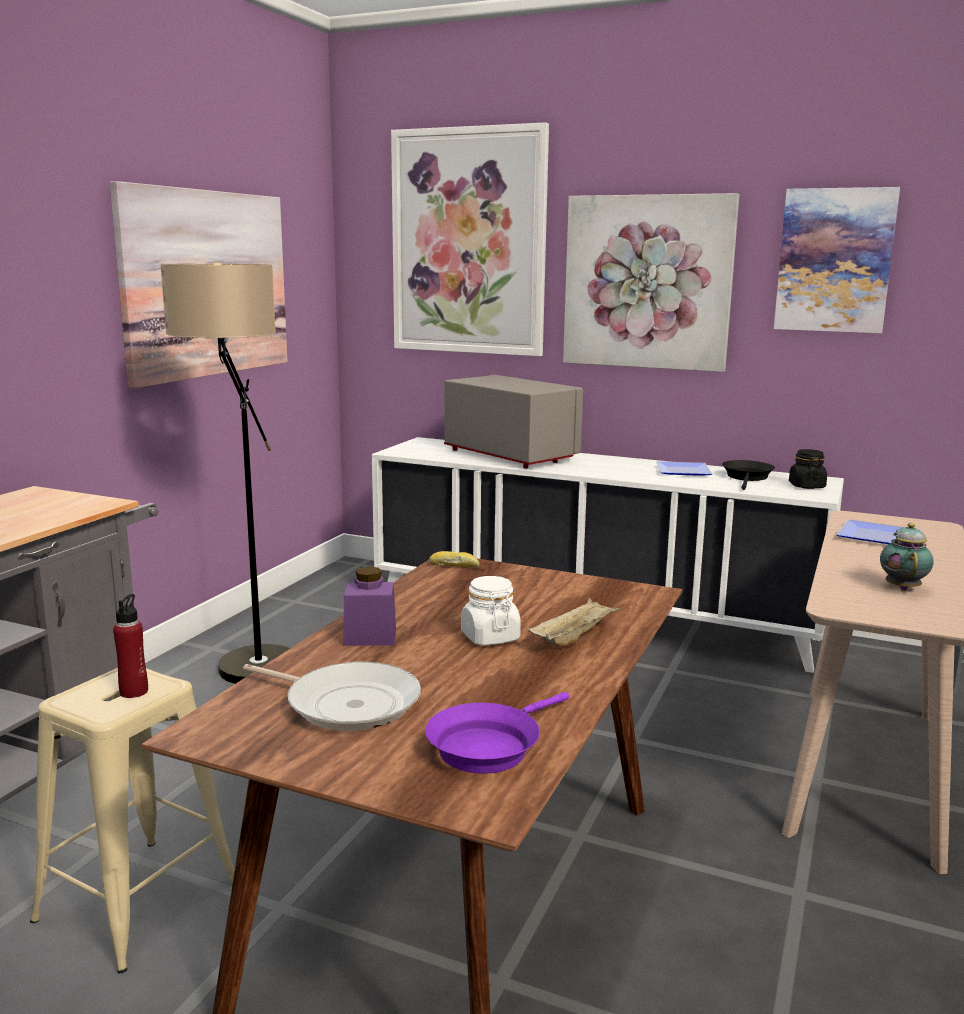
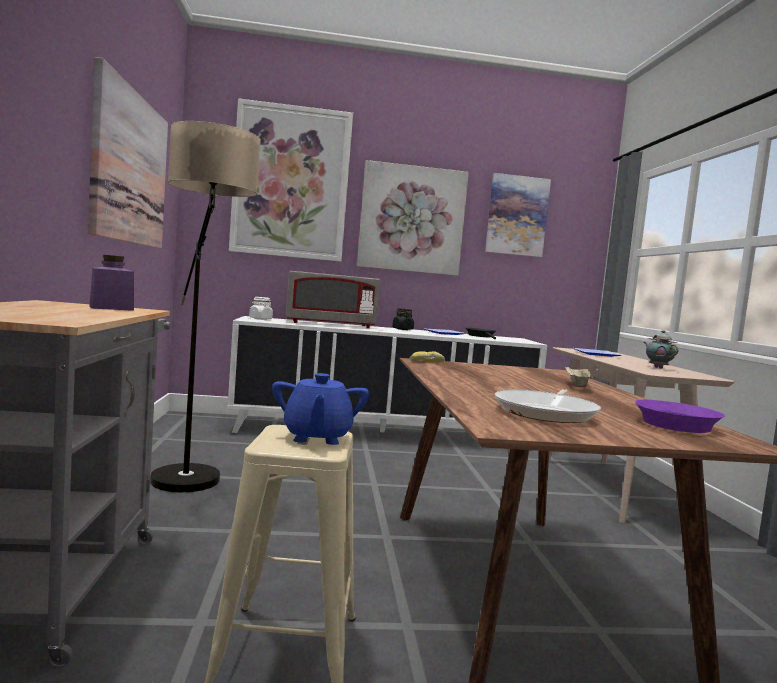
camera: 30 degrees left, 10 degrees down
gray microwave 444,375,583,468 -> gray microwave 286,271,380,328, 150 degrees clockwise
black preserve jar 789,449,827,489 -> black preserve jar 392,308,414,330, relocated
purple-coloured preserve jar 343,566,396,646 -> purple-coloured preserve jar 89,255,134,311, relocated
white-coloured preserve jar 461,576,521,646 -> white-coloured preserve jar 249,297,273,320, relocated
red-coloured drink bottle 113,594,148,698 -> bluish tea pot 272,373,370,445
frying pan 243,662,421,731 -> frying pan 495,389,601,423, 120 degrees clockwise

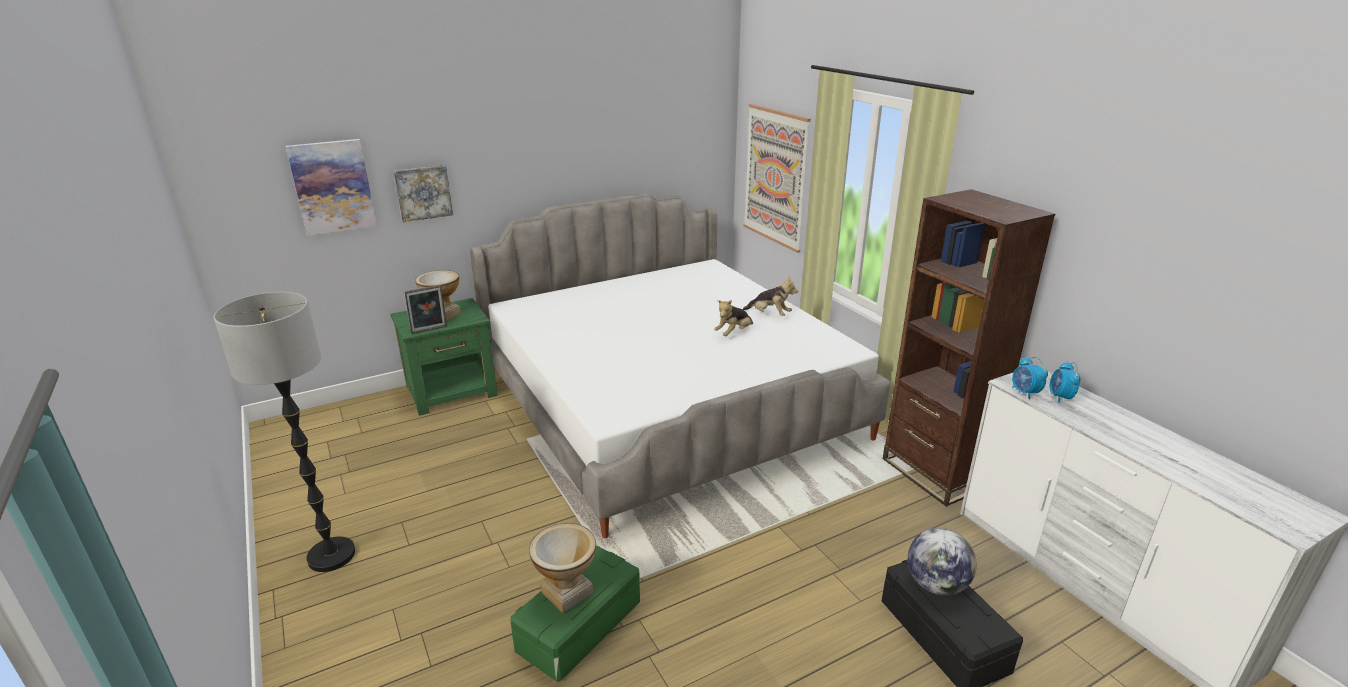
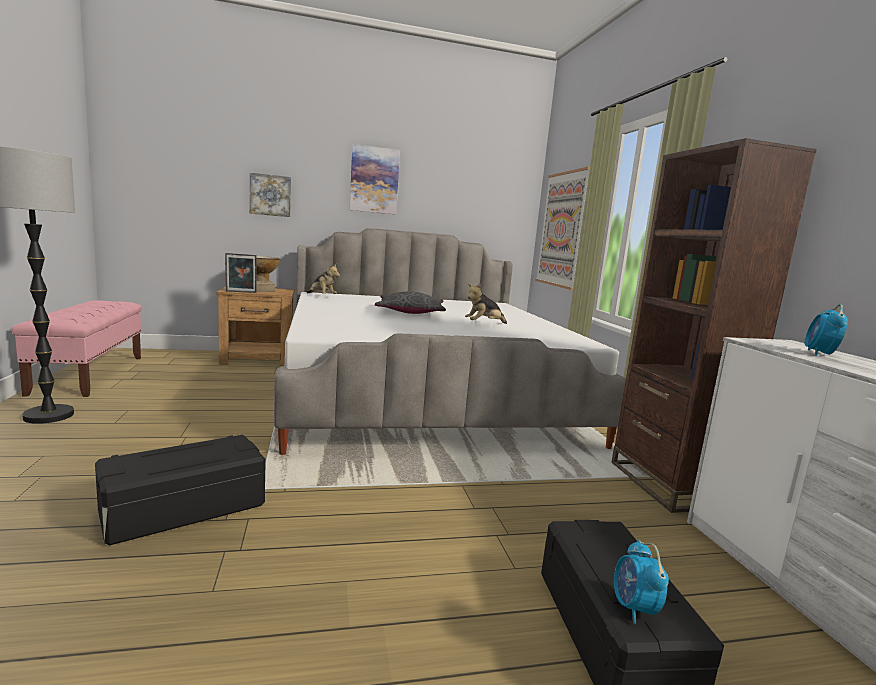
camera: 15 degrees right, 15 degrees down
picture 286,139,377,236 -> picture 349,144,400,214, relocated
soft toy 743,276,798,316 -> soft toy 307,264,340,294, relocated
green bedside table 391,298,498,416 -> brownish bedside table 216,286,295,366
table clock 1012,357,1048,399 -> table clock 614,540,669,624, relocated
flower vase 529,523,596,613 -> none
desk globe 908,528,977,595 -> none
green storage bin 510,546,640,681 -> black storage bin 95,435,265,546
none -> gray cushion 375,291,446,314
none -> pinkish bench 11,301,142,397

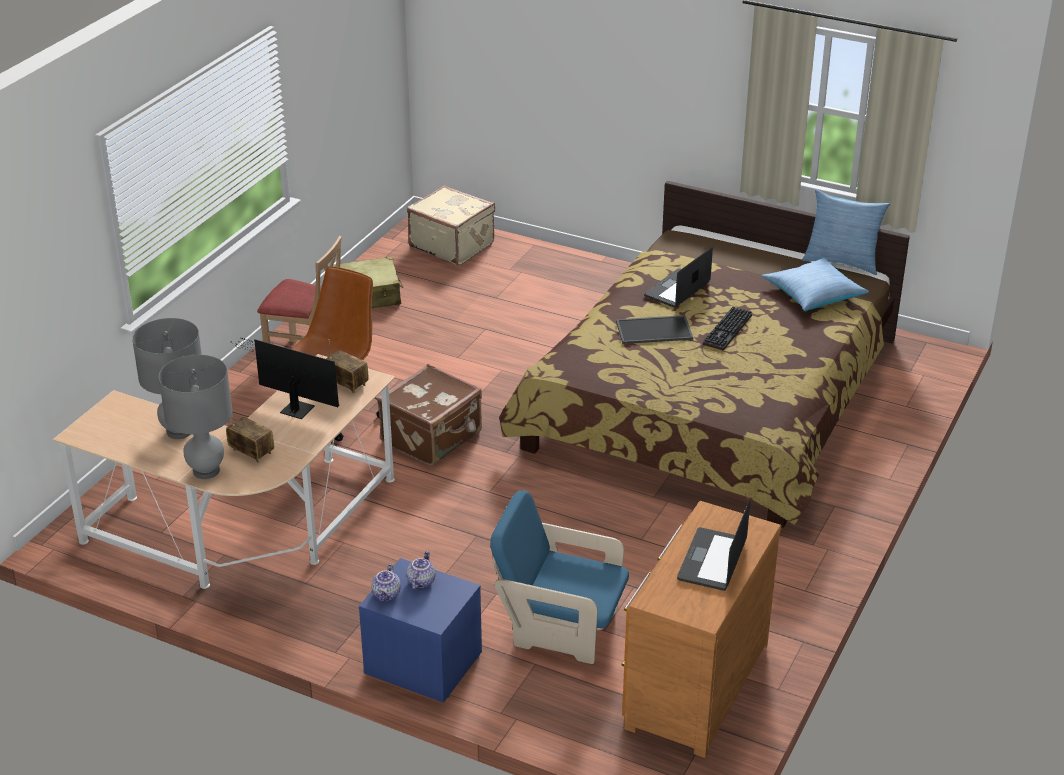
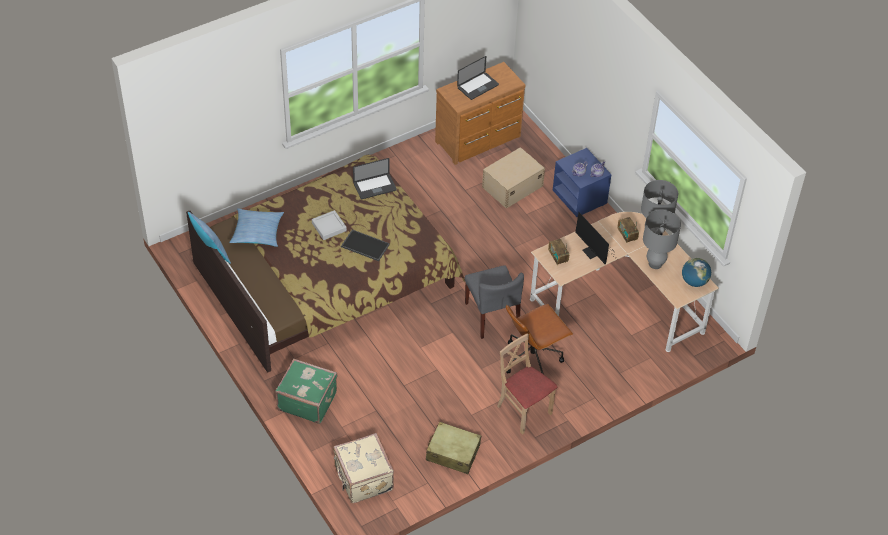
camera: 150 degrees left, 15 degrees up
laptop 644,247,713,308 -> laptop 353,158,397,199, relocated
keyboard 703,306,752,351 -> gray serving tray 312,210,347,240
brownish travel case 377,364,482,466 -> gray plain chair 465,265,524,339
bluish easy chair 490,490,629,664 -> beige-coloured storage bin 482,147,545,209
none -> desk globe 682,258,711,287
none -> green travel case 275,358,337,424

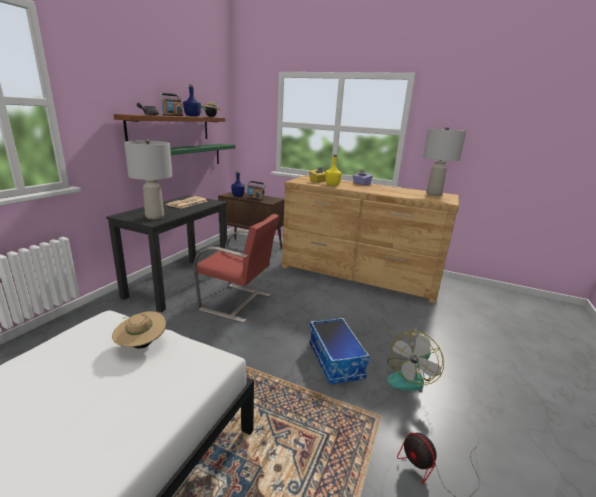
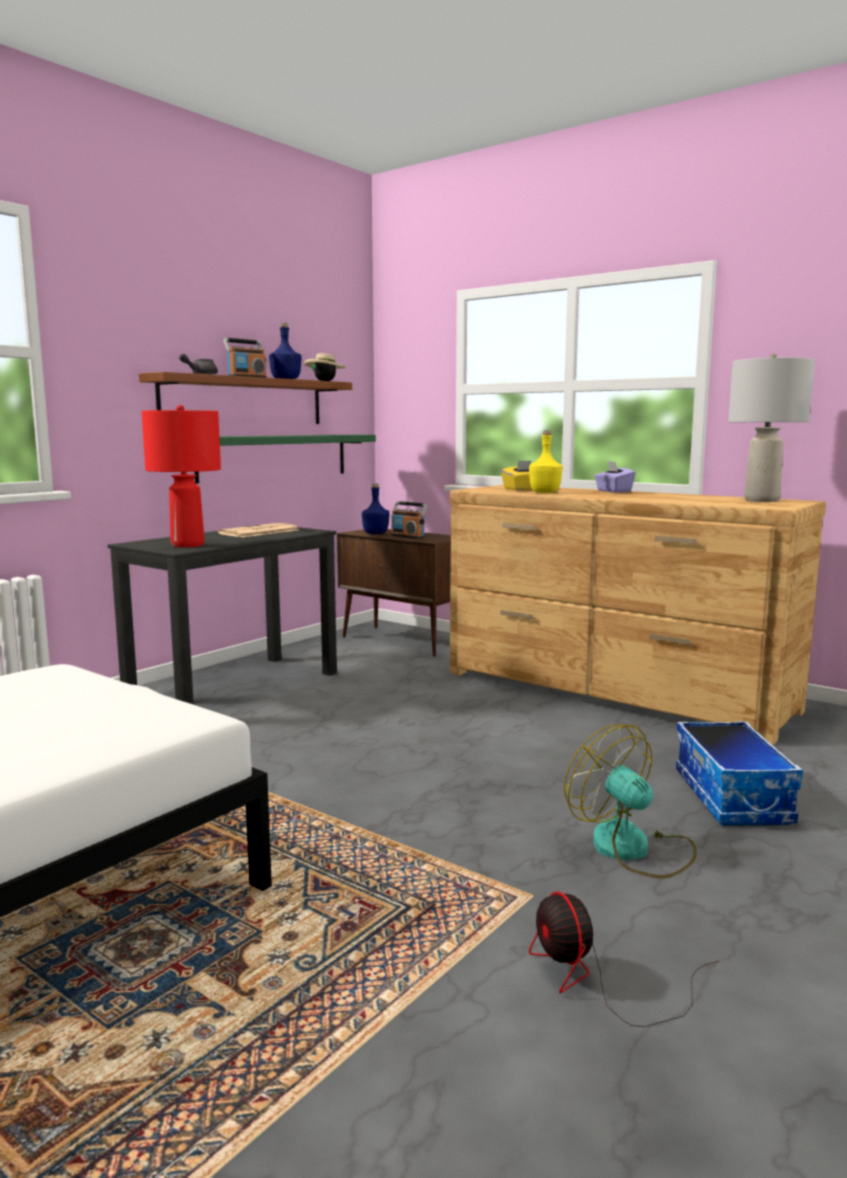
camera: 15 degrees right, 10 degrees down
gray table lamp 124,139,172,219 -> red-coloured table lamp 142,405,221,547
red-coloured plain chair 193,214,279,323 -> none
beige-coloured clothing hat 112,311,166,349 -> none
storage bin 309,318,370,384 -> storage bin 676,721,803,826, relocated
fan 387,330,444,391 -> fan 564,725,697,878, 90 degrees clockwise

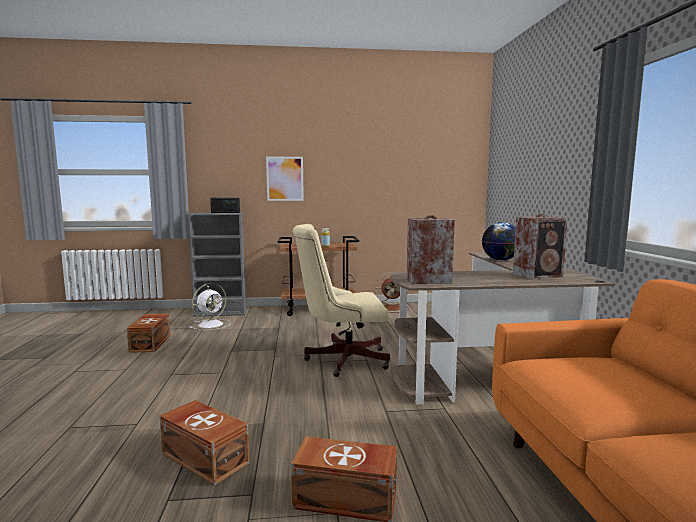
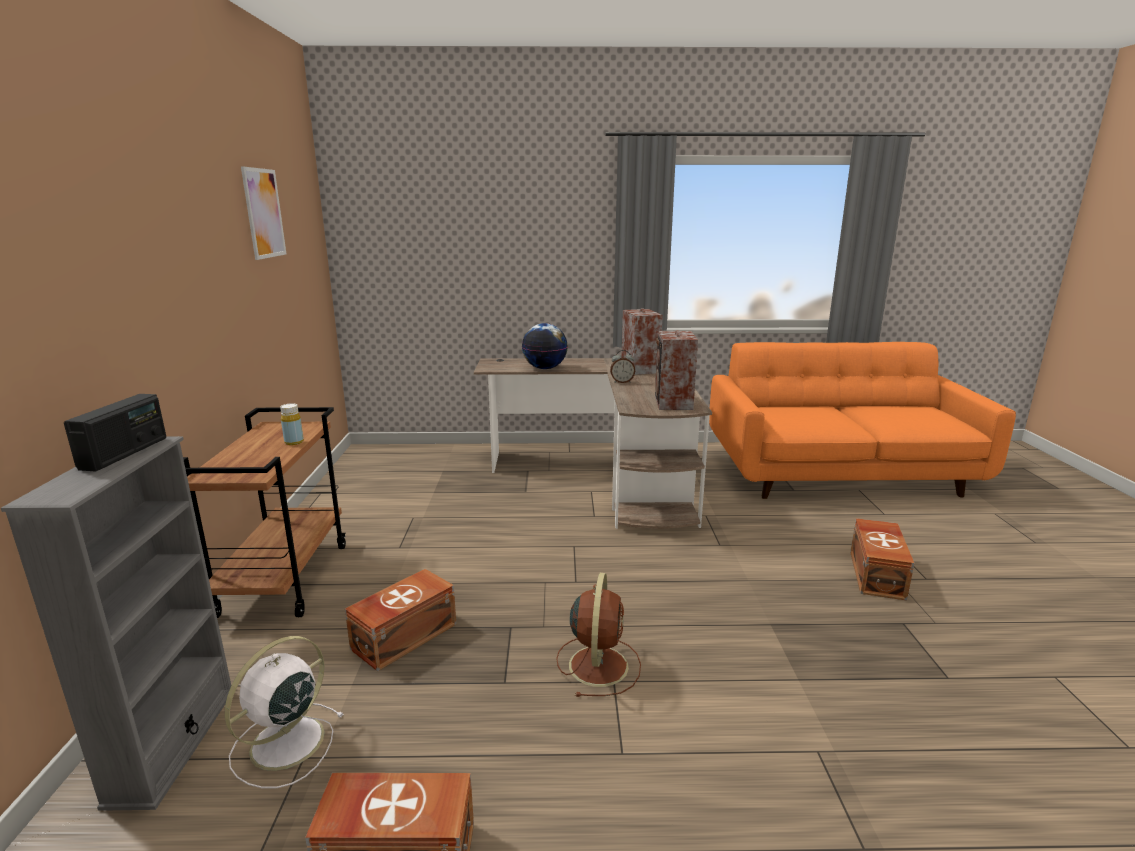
camera: 85 degrees left, 10 degrees up
picture 266,157,304,201 -> picture 241,166,286,260, relocated
beige-coloured computer chair 293,224,390,377 -> none
brownish fan 376,272,409,313 -> brownish fan 556,573,641,697, relocated
white-coloured fan 189,283,231,330 -> white-coloured fan 225,636,343,789, 105 degrees counterclockwise
brownish storage bin 159,400,250,486 -> brownish storage bin 345,569,456,671, relocated
none -> table clock 610,350,635,383

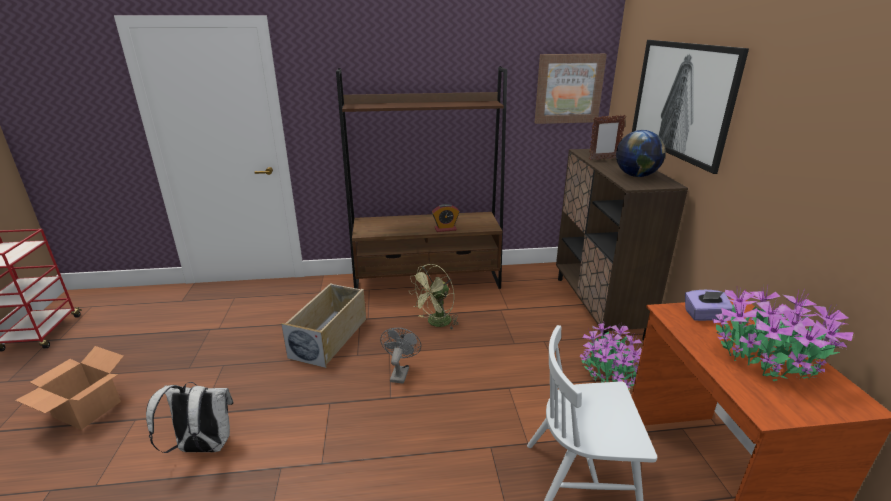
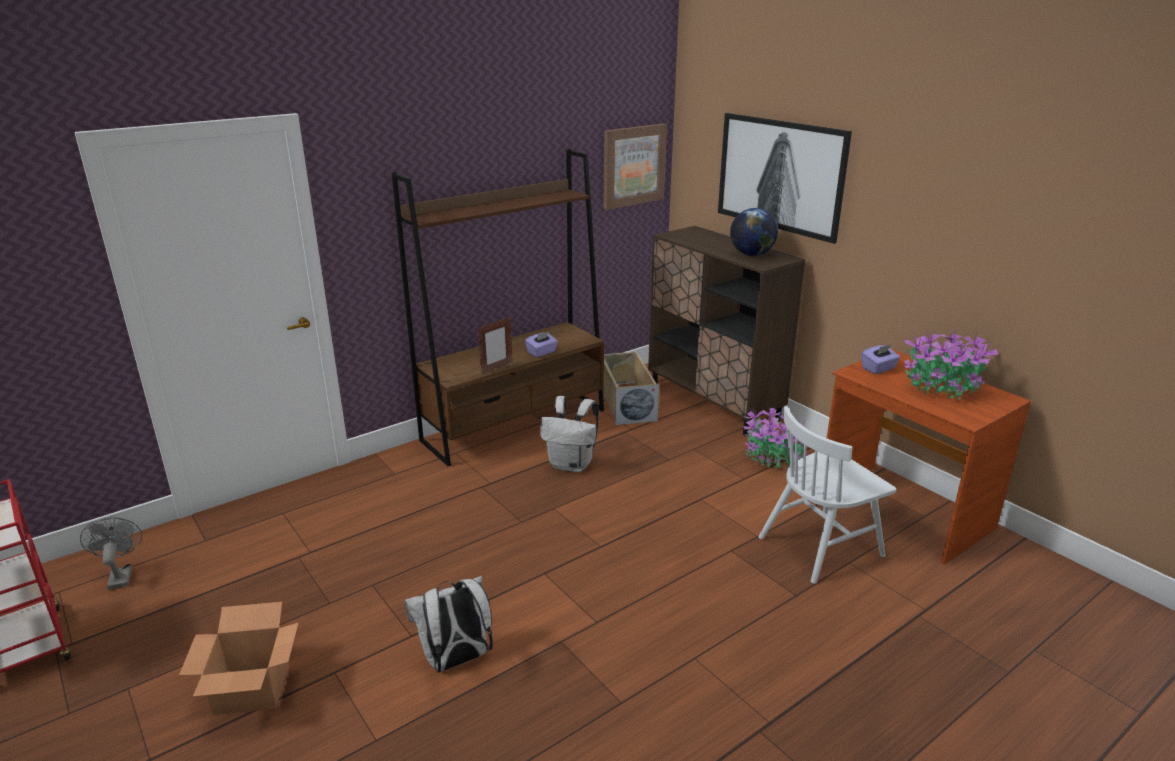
camera: 30 degrees left, 0 degrees up
standing frame 589,115,626,160 -> standing frame 478,317,513,374, relocated
table clock 432,204,459,232 -> purple-coloured box of tissues 525,332,558,357
green fan 409,264,459,330 -> white-coloured rucksack 540,396,599,472
beige-coloured storage bin 281,283,366,368 -> beige-coloured storage bin 603,351,659,425, relocated
gray fan 380,328,421,384 -> gray fan 80,517,142,590, relocated

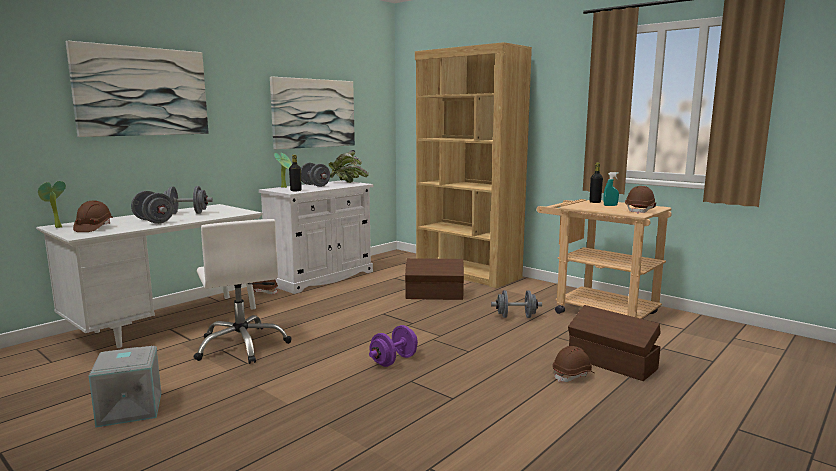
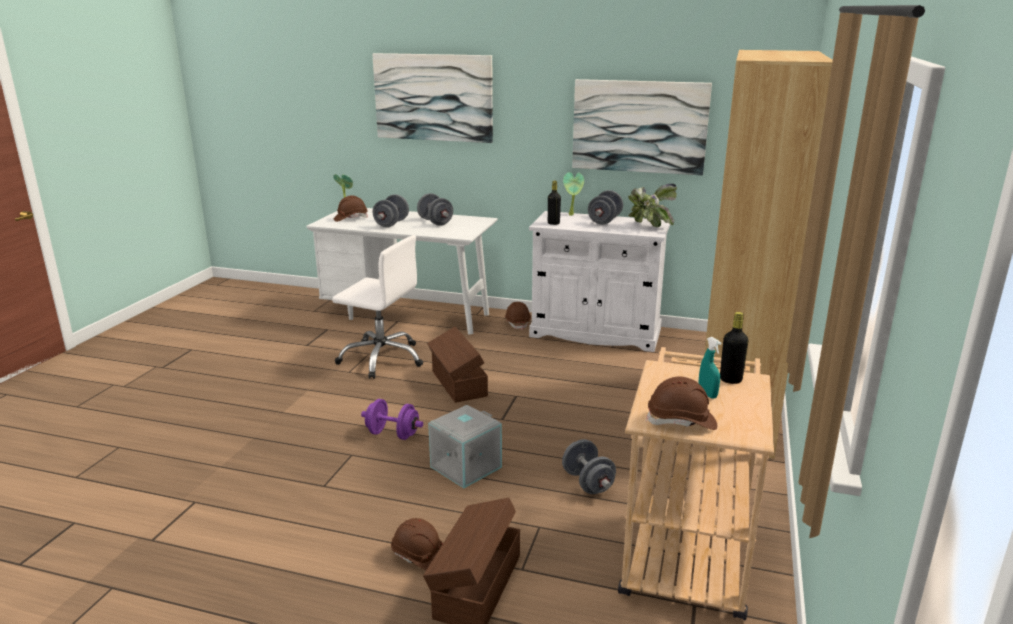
camera: 65 degrees right, 10 degrees up
white-coloured computer chair 194,219,292,364 -> white-coloured computer chair 332,235,423,379, 105 degrees counterclockwise
brownish storage bin 405,258,464,300 -> brownish storage bin 427,327,488,403, relocated
gray storage bin 89,346,161,428 -> gray storage bin 428,405,502,488, relocated

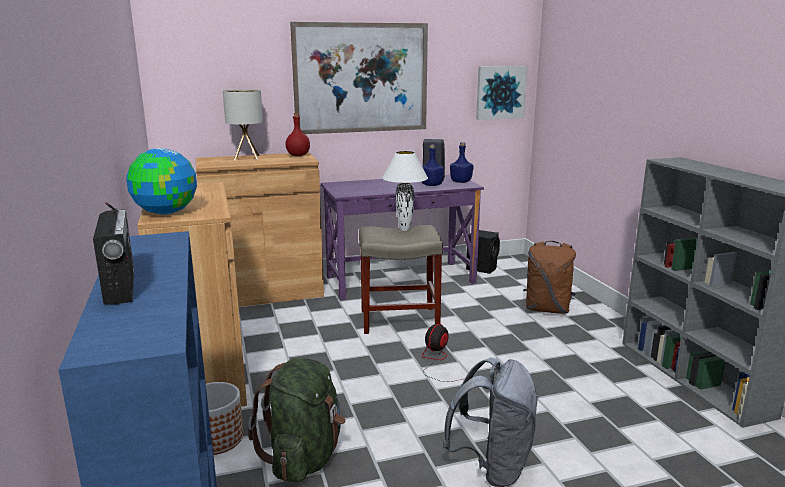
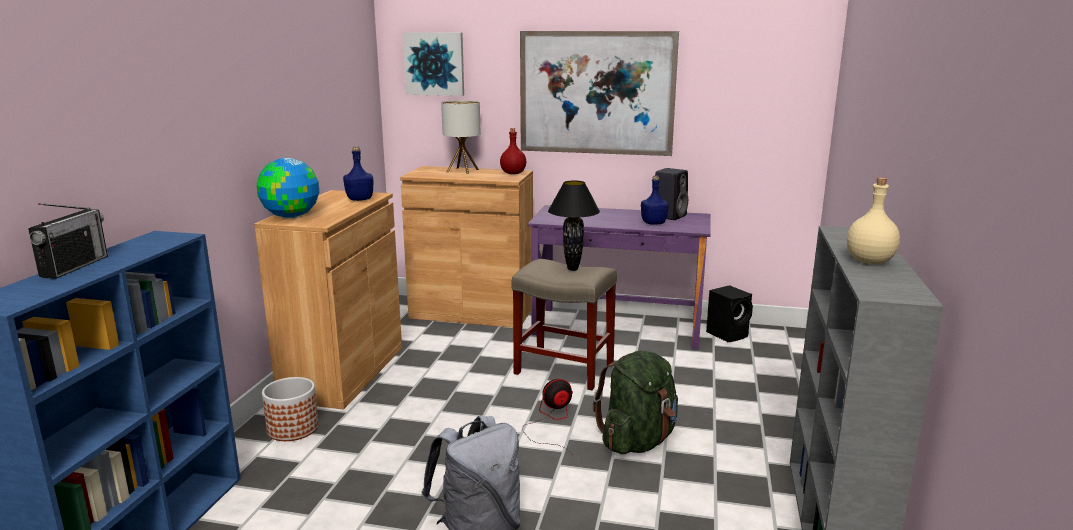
camera: 30 degrees right, 0 degrees up
picture 476,66,527,120 -> picture 403,32,464,96, relocated
bluish drink bottle 450,142,474,183 -> bluish drink bottle 343,146,373,201, relocated
white-coloured table lamp 382,151,428,231 -> black table lamp 548,181,600,271
brownish rucksack 523,241,576,314 -> none
green rucksack 248,358,345,482 -> green rucksack 593,350,678,454, relocated
none -> beige-coloured drink bottle 847,177,900,264

